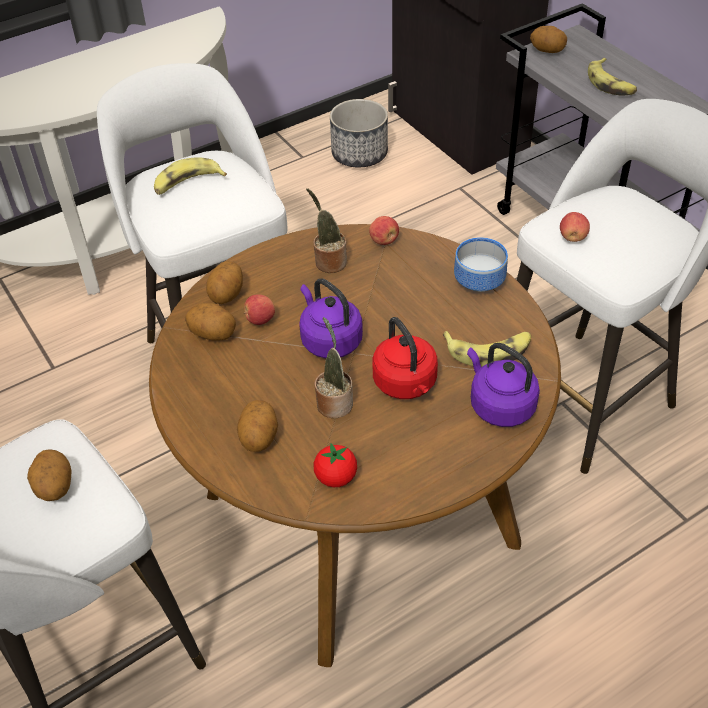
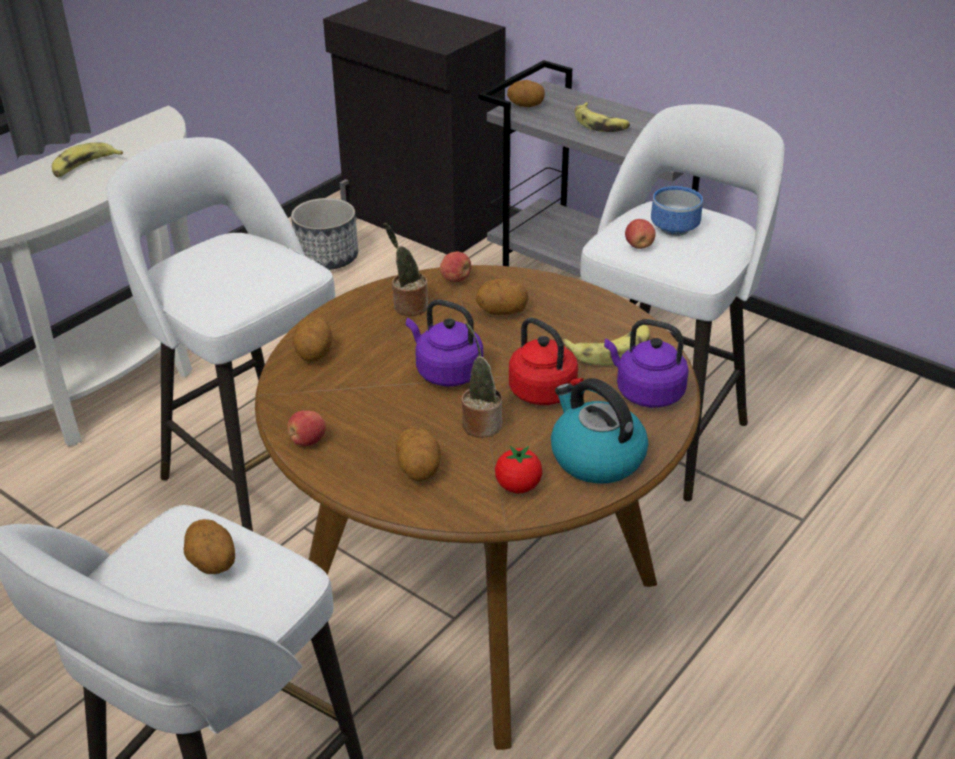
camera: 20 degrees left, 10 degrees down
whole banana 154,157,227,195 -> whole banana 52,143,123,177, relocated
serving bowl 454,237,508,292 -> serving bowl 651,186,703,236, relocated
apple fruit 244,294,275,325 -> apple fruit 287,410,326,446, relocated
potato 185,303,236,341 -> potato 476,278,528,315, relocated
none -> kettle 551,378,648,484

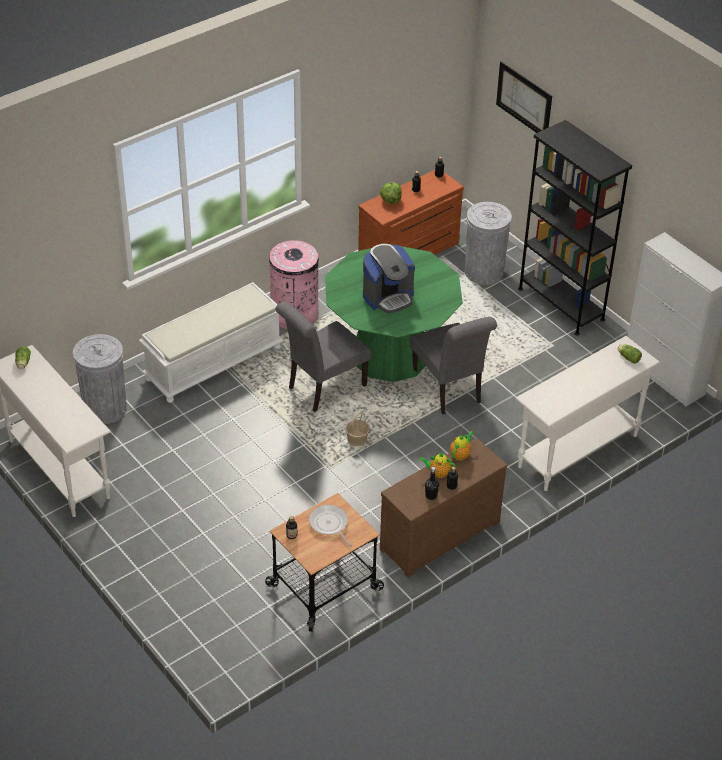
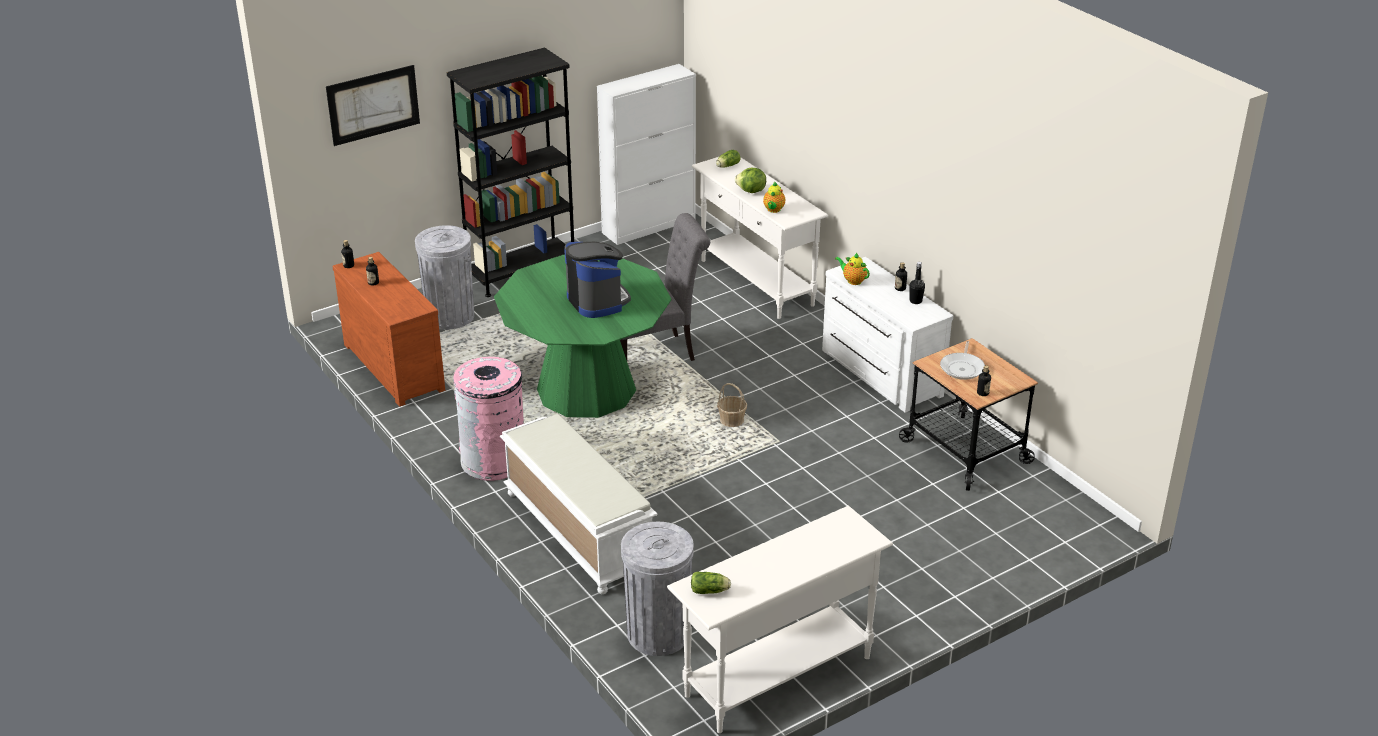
camera: 85 degrees left, 10 degrees down
lettuce head 380,182,402,204 -> lettuce head 735,168,766,193, relocated
gray plain chair 276,302,371,412 -> none
brownish chest of drawers 380,438,507,578 -> white-coloured chest of drawers 822,257,953,413
tea pot 419,453,456,478 -> tea pot 763,182,785,213, relocated
frying pan 309,505,353,548 -> frying pan 940,341,985,380, 45 degrees counterclockwise

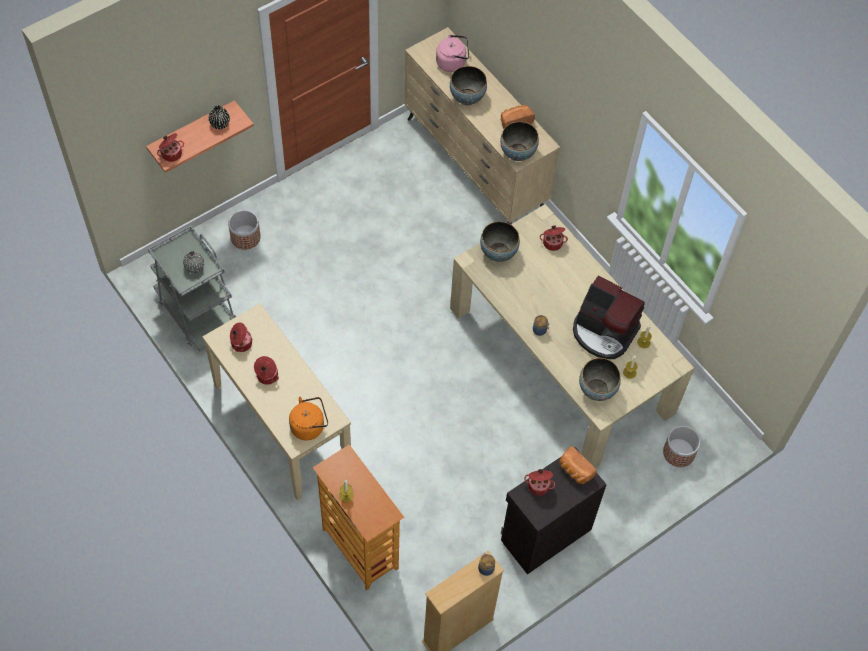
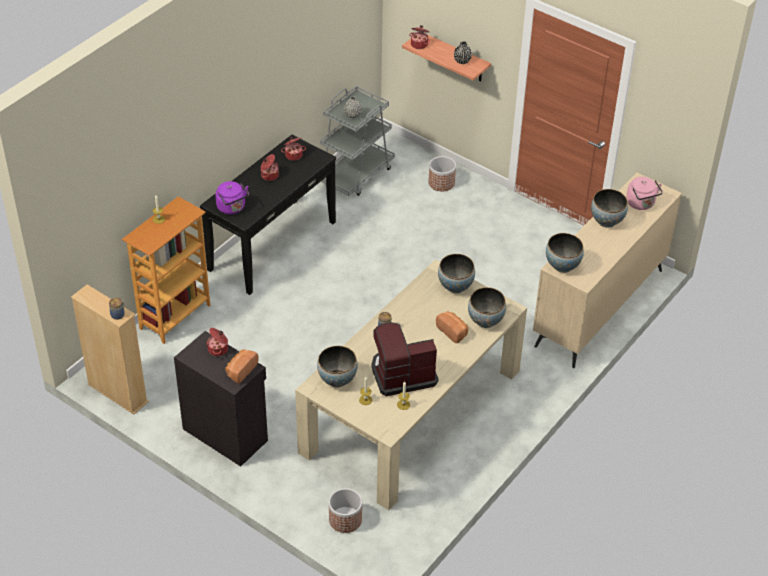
camera: 75 degrees right, 15 degrees down
baked bread 501,105,535,129 -> baked bread 436,311,468,343, relocated
saucepot 540,225,568,251 -> serving bowl 468,287,506,328
coffee brewer 573,276,645,359 -> coffee brewer 372,322,439,396, 60 degrees clockwise
beige-coloured console table 202,304,351,501 -> black console table 200,135,336,295
orange-coloured kettle 289,397,328,440 -> purple-coloured kettle 215,181,249,214

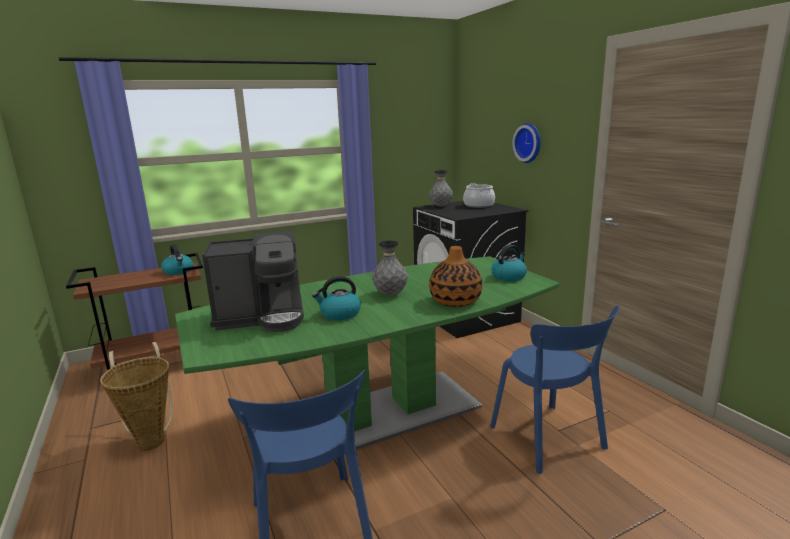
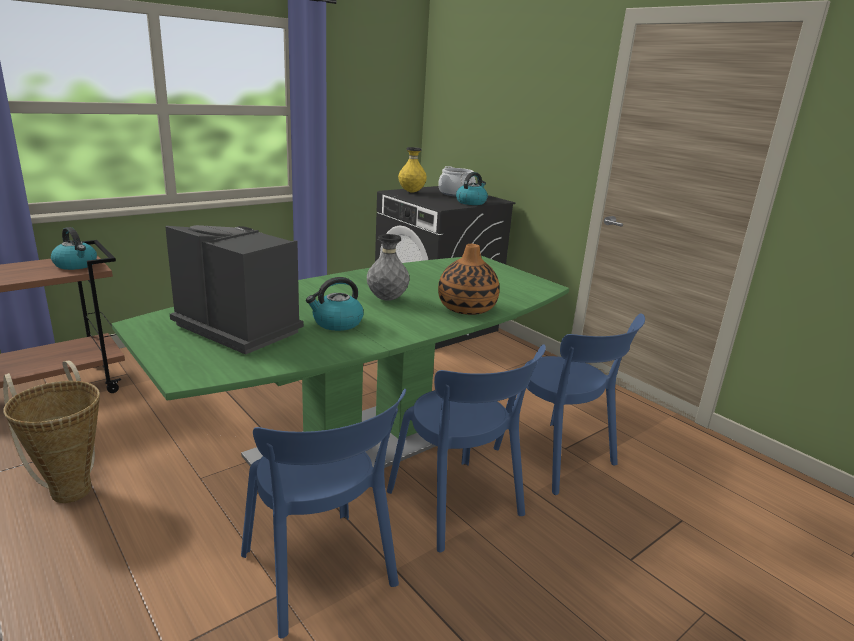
camera: 15 degrees left, 5 degrees up
clock on the wall 512,123,541,163 -> none
gray flower vase 429,170,453,207 -> yellowish flower vase 398,147,427,193
coffee brewer 202,231,304,332 -> coffee brewer 165,225,304,355, 120 degrees counterclockwise
kettle 491,245,527,281 -> kettle 456,172,488,205, relocated
none -> bluish plain chair 387,344,546,553

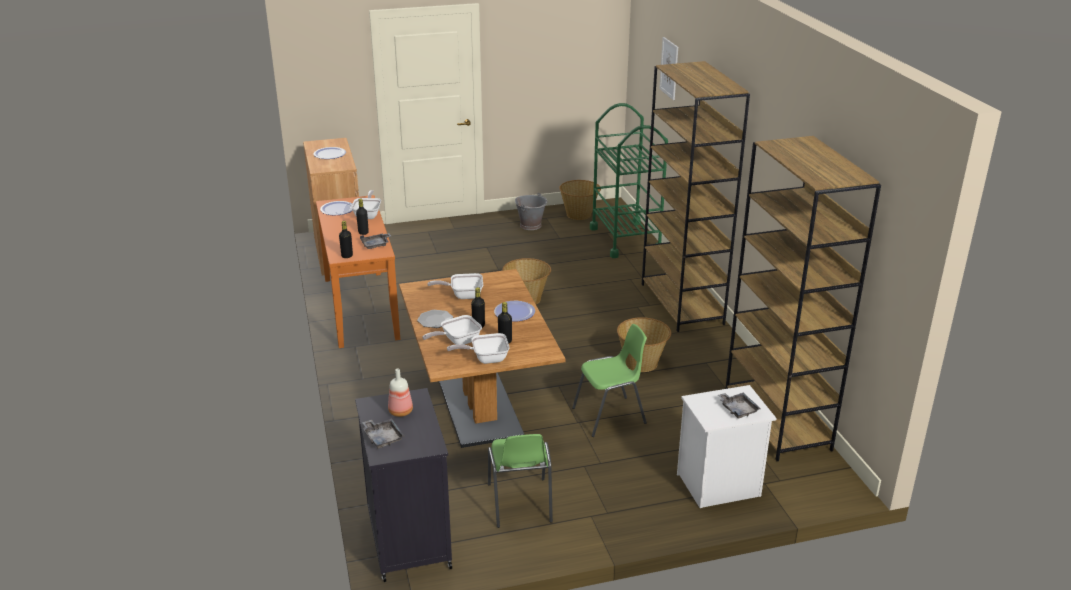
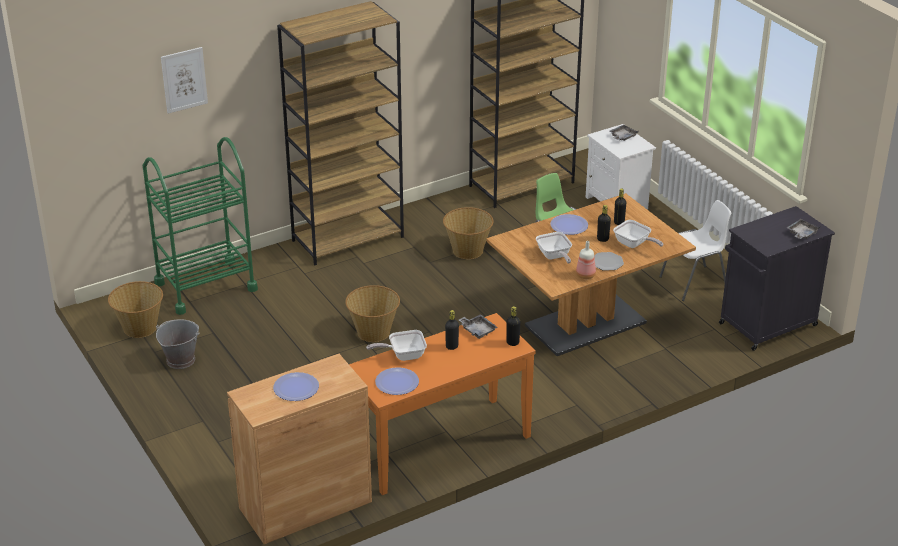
camera: 105 degrees left, 5 degrees up
frying pan 447,333,510,364 -> none
drink bottle 388,368,413,417 -> drink bottle 576,241,596,279, relocated
green plain chair 488,434,553,528 -> white-coloured plain chair 659,200,731,301

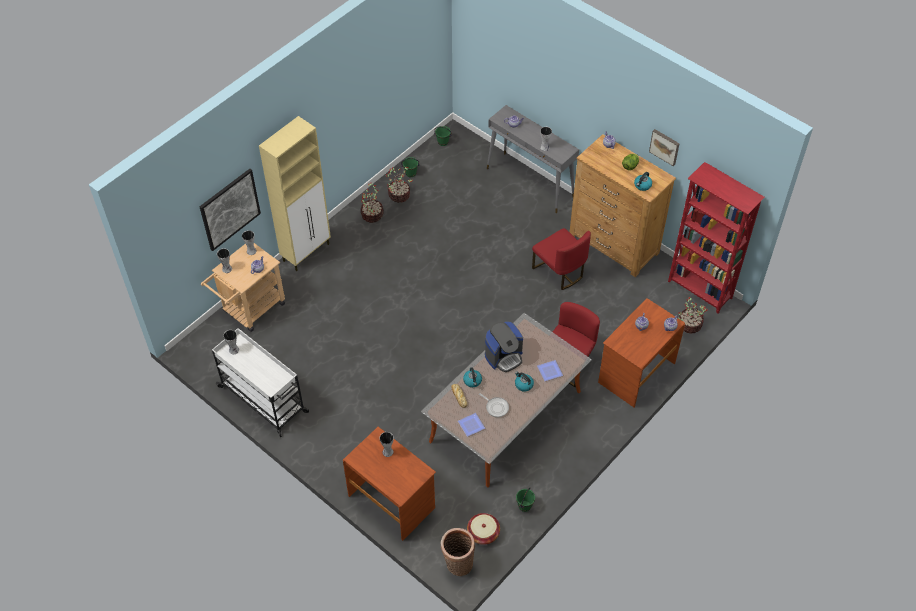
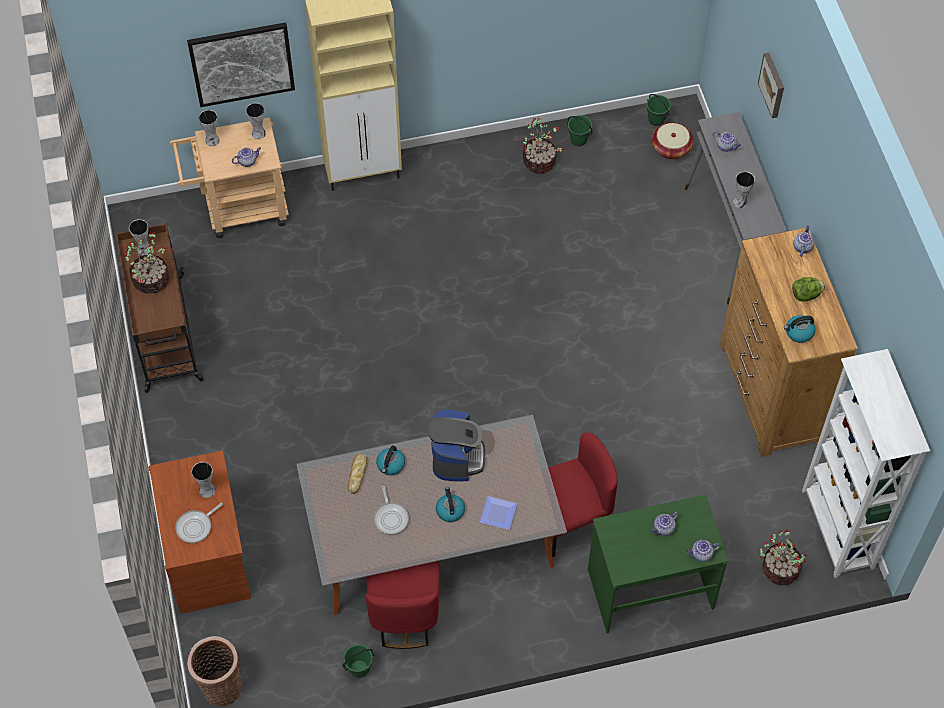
camera: 35 degrees right, 5 degrees up
picture 649,129,680,166 -> picture 758,53,784,118, relocated
red-coloured shelving unit 668,162,765,313 -> white-coloured shelving unit 802,349,930,578
plant in a pot 361,182,384,223 -> plant in a pot 124,232,169,294, relocated
red-coloured plain chair 532,228,591,290 -> red-coloured plain chair 365,561,440,649, relocated
brownish desk unit 598,298,685,407 -> green desk unit 588,494,729,633
coffee brewer 485,321,523,372 -> coffee brewer 428,409,485,481, 90 degrees counterclockwise
white-coloured cart 212,328,309,437 -> brownish cart 116,224,203,393
plate 458,413,485,437 -> none
basket 467,513,500,545 -> basket 651,122,694,159, relocated
none -> frying pan 175,503,223,543

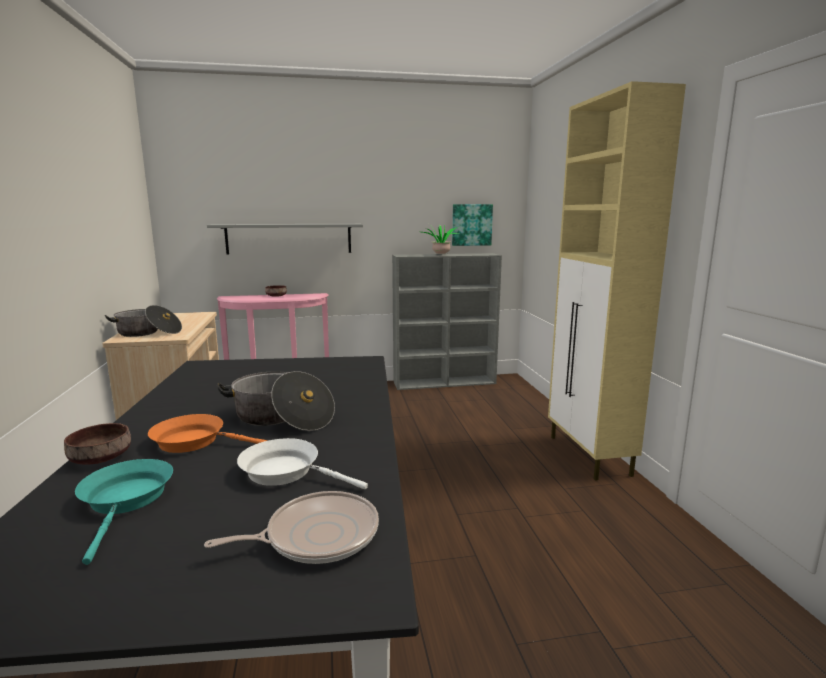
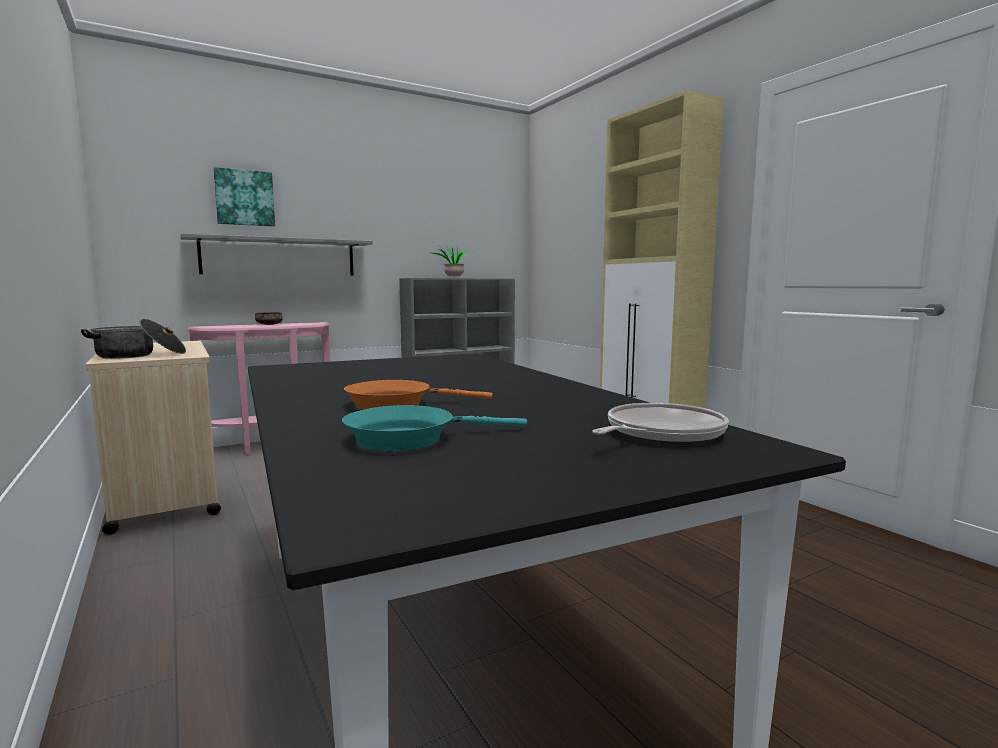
camera: 20 degrees left, 5 degrees down
picture 452,204,493,246 -> picture 213,167,275,227, relocated
saucepot 217,371,335,431 -> none
brownish serving bowl 64,423,131,465 -> none
white-coloured frying pan 237,438,368,489 -> none
turquoise-coloured frying pan 75,459,173,565 -> turquoise-coloured frying pan 342,405,527,451, 75 degrees counterclockwise

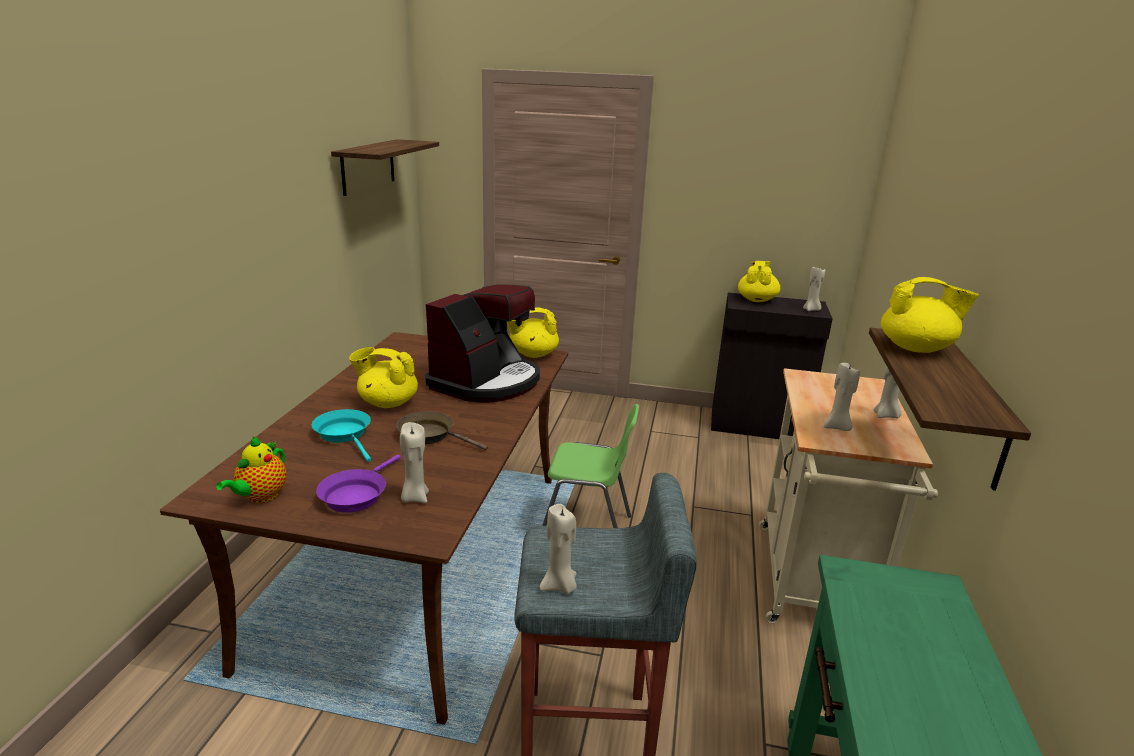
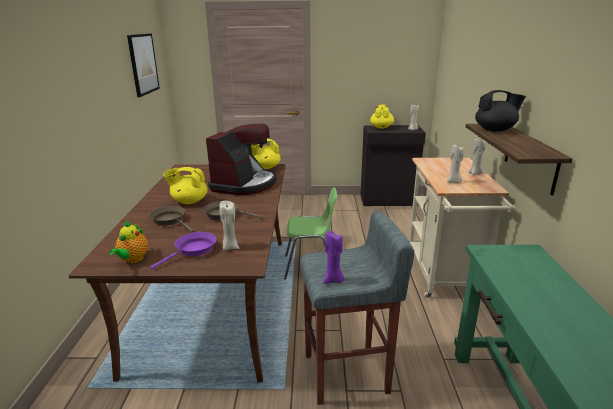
camera: 10 degrees left, 0 degrees up
shelf 331,139,439,196 -> picture 127,33,160,97
yellowish tea pot 881,277,979,353 -> black tea pot 475,90,526,132
turquoise-coloured frying pan 312,409,371,462 -> brownish frying pan 149,206,194,233
purple-coloured frying pan 316,454,401,513 -> purple-coloured frying pan 150,232,217,269, 150 degrees counterclockwise
beige-coloured wax candle 539,504,577,593 -> purple-coloured wax candle 323,231,344,284

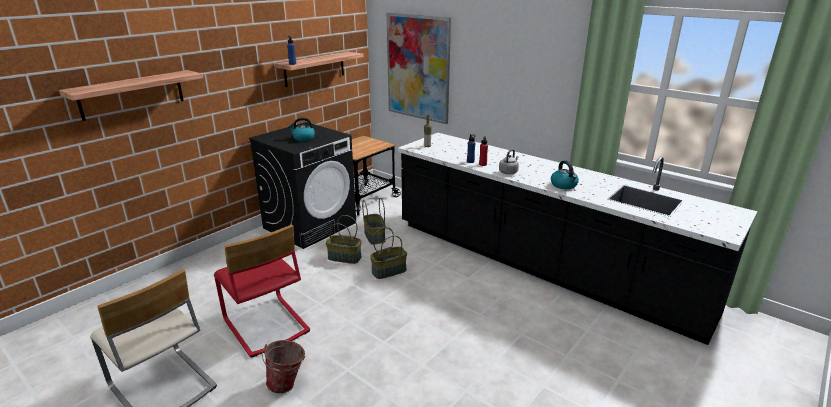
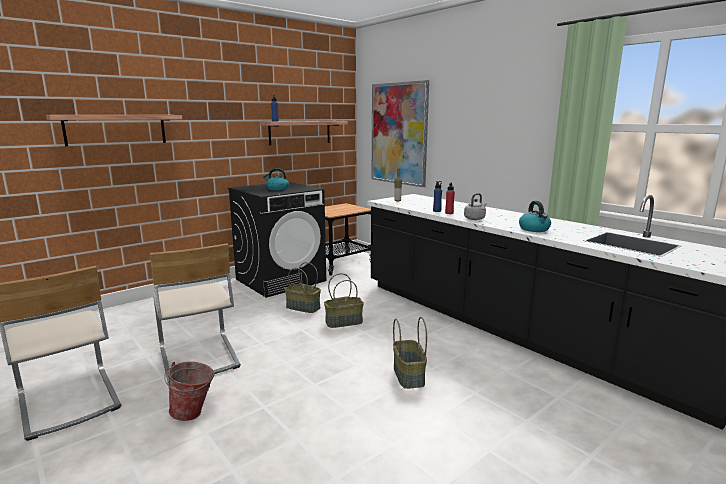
camera: 10 degrees right, 10 degrees down
basket 362,198,386,245 -> basket 393,317,427,389, relocated
red-coloured plain chair 214,225,310,358 -> beige-coloured plain chair 150,243,241,383

